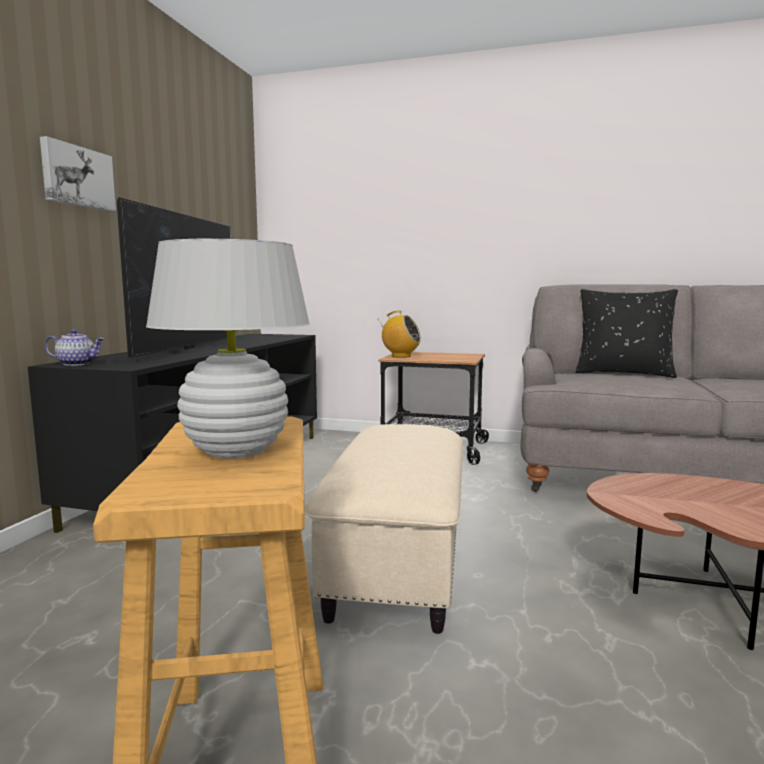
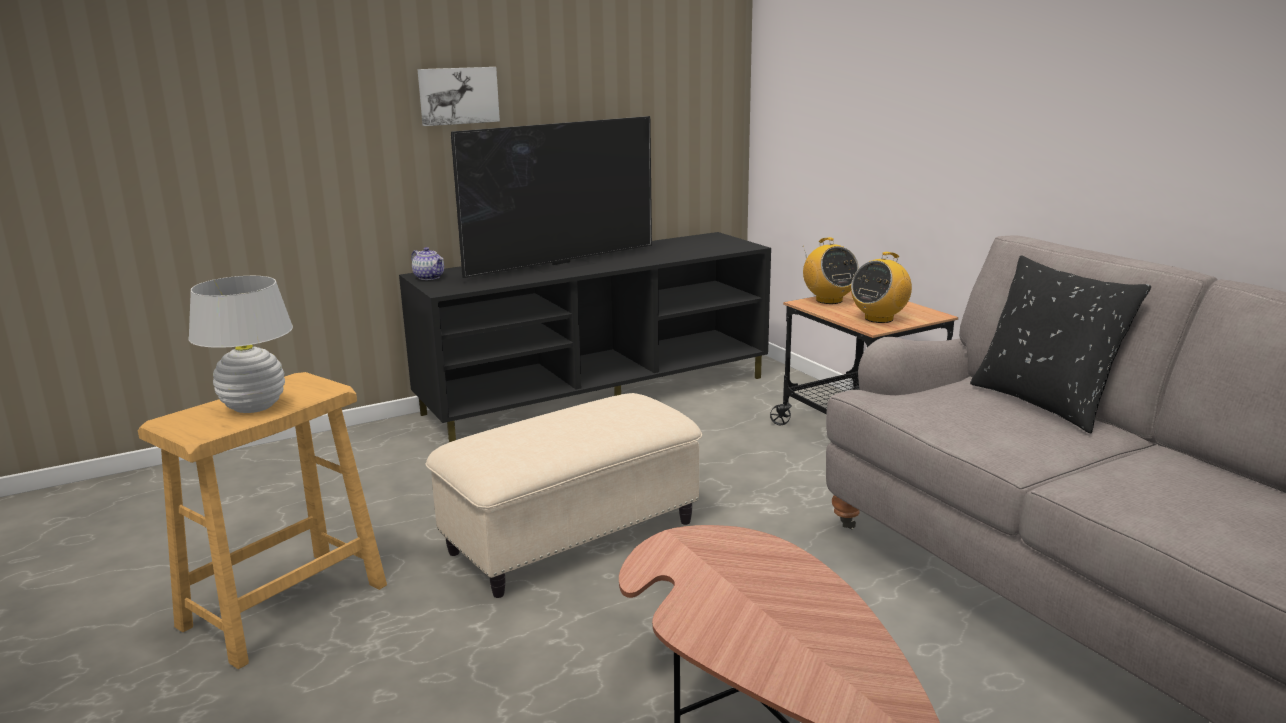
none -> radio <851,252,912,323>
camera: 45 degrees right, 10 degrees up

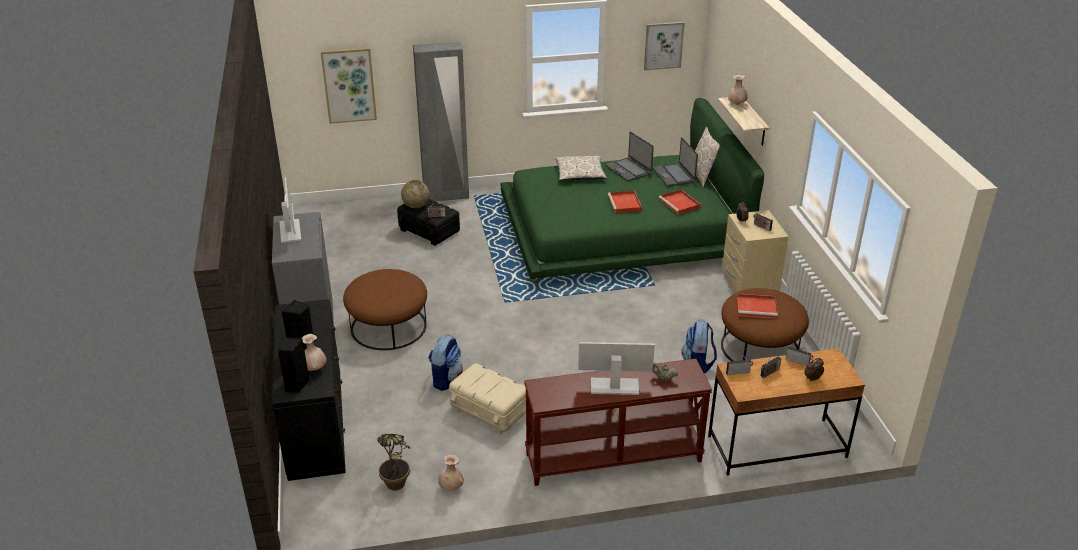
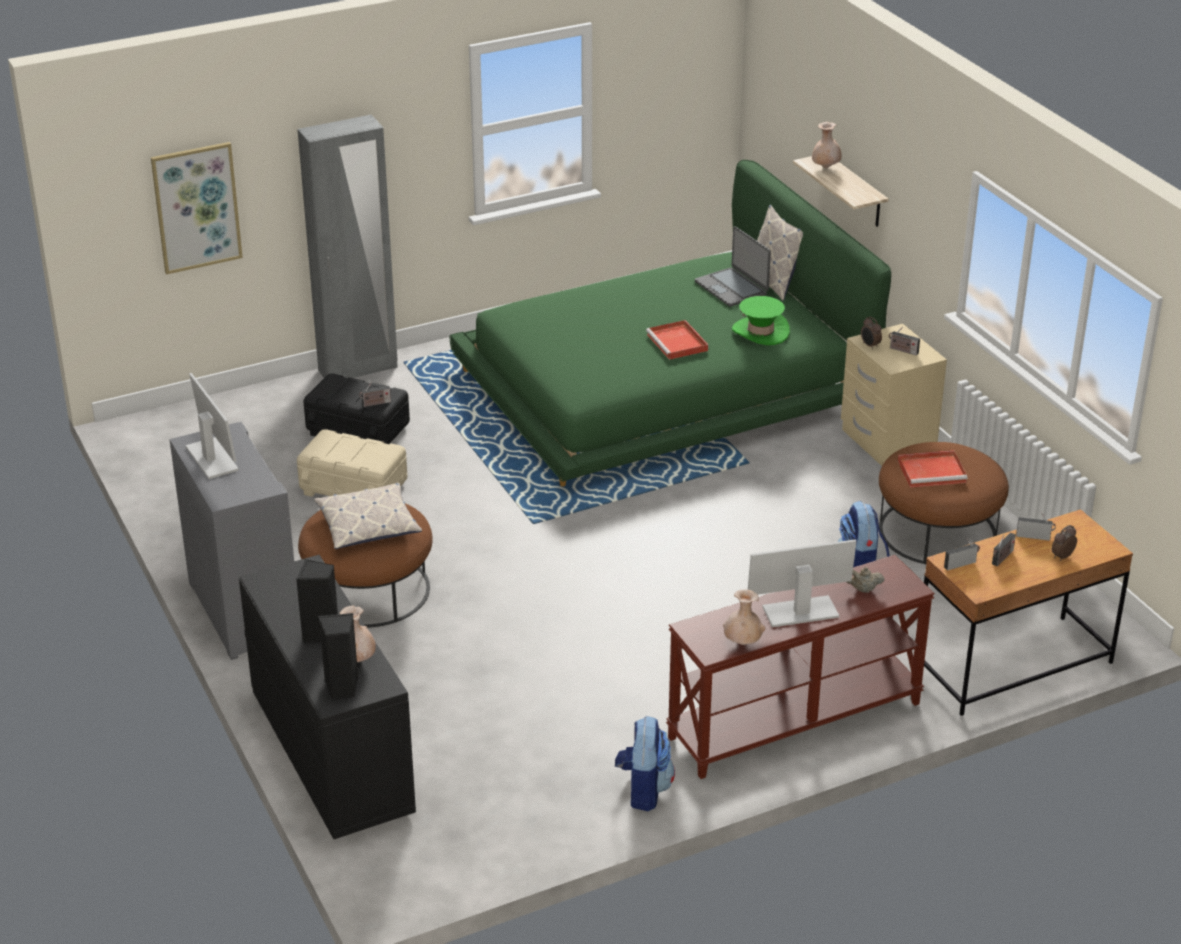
potted plant <377,434,410,491> -> none
globe <401,180,430,208> -> none
backpack <428,335,463,391> -> backpack <615,716,675,811>, move
vase/beige <438,455,464,491> -> vase/beige <723,589,765,645>, move
storage box/beige <449,363,526,434> -> storage box/beige <297,429,407,497>, move
pillow <555,155,607,180> -> pillow <314,483,422,549>, move
laptop <606,132,654,181> -> none
picture <644,22,685,70> -> none
tray/red <659,189,701,215> -> hat/green <732,296,790,345>
camera: 15 degrees left, 0 degrees up

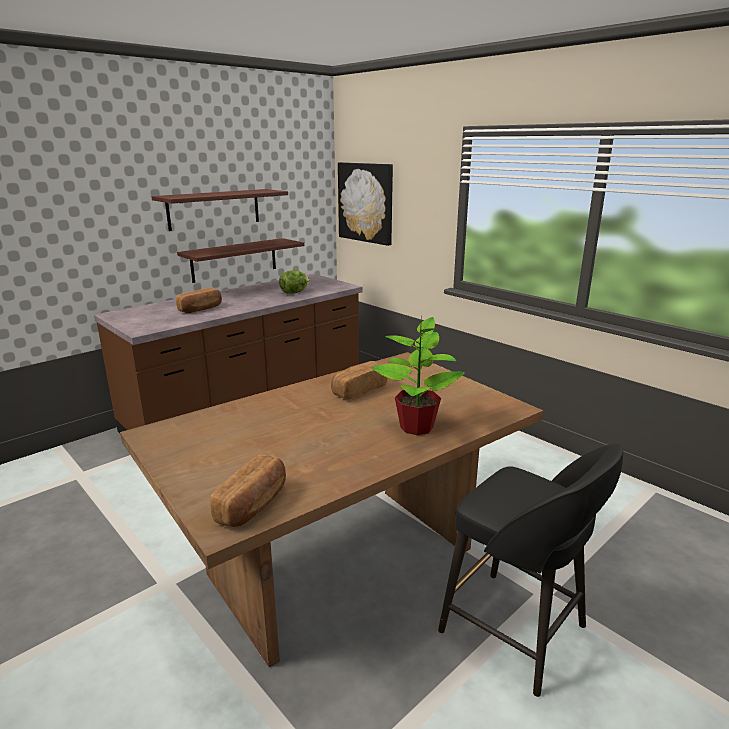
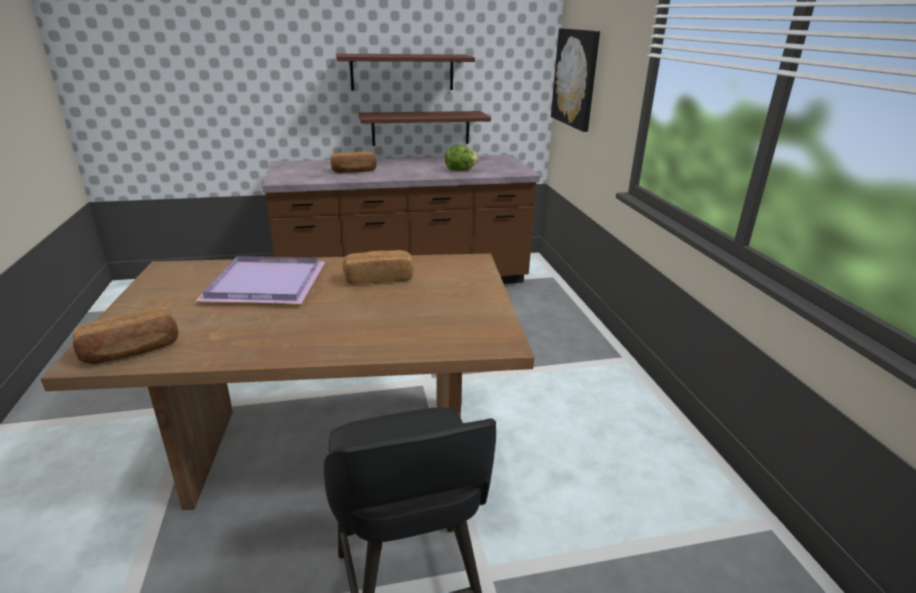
potted plant <371,317,465,435> -> none
none -> tray/purple <196,256,325,305>
camera: 30 degrees right, 5 degrees up

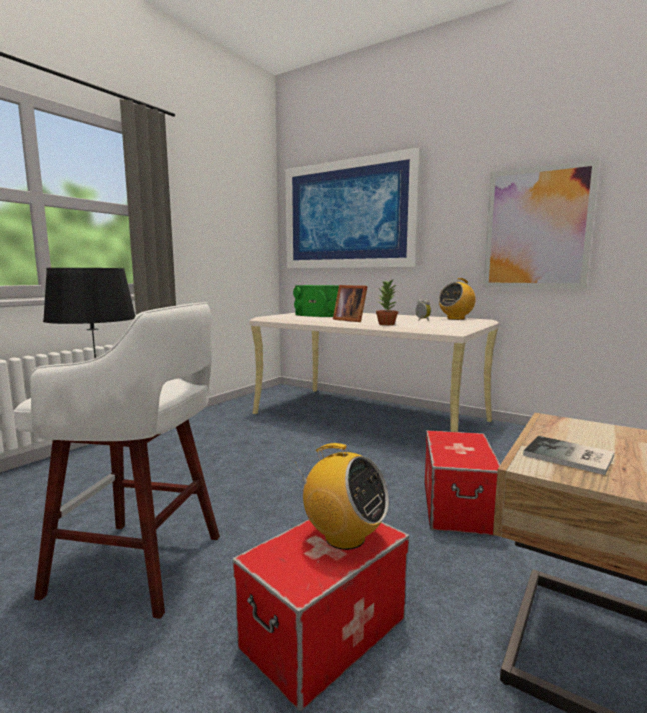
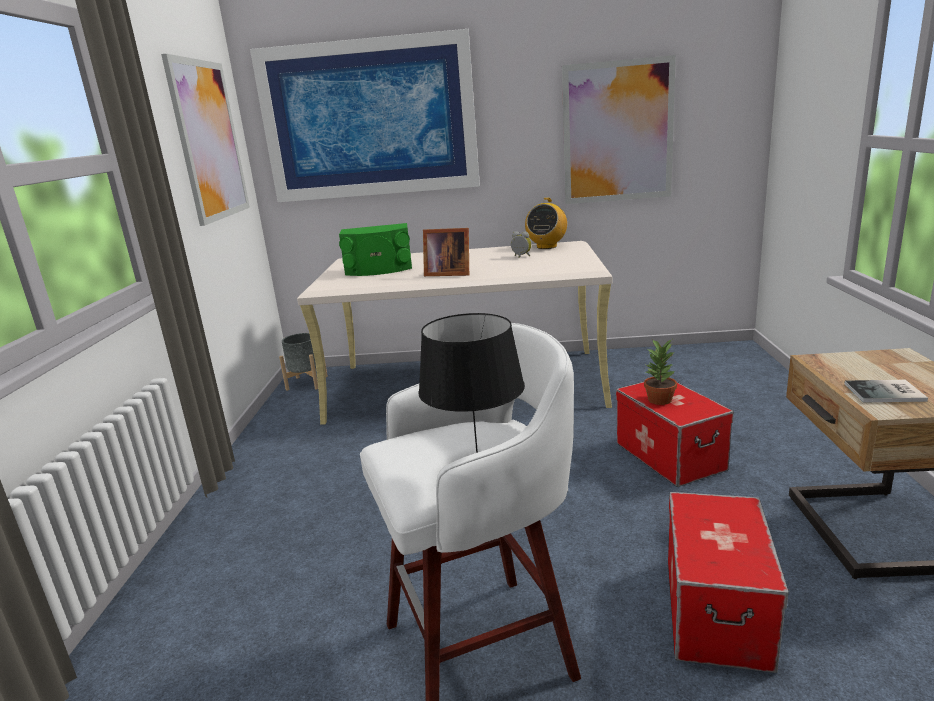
radio <295,443,389,550> -> none
potted plant <376,280,398,325> -> potted plant <644,339,677,405>, move
none -> picture <161,54,250,226>
none -> planter/grey <279,333,328,391>
camera: 30 degrees left, 10 degrees up

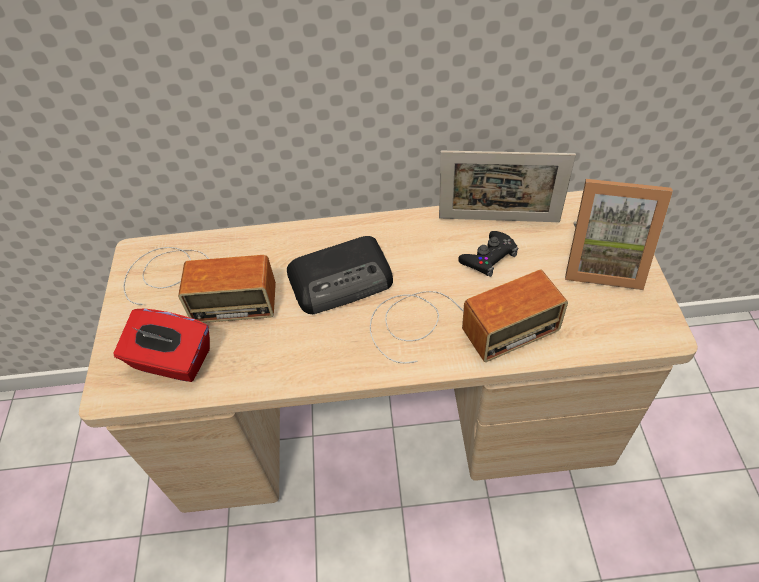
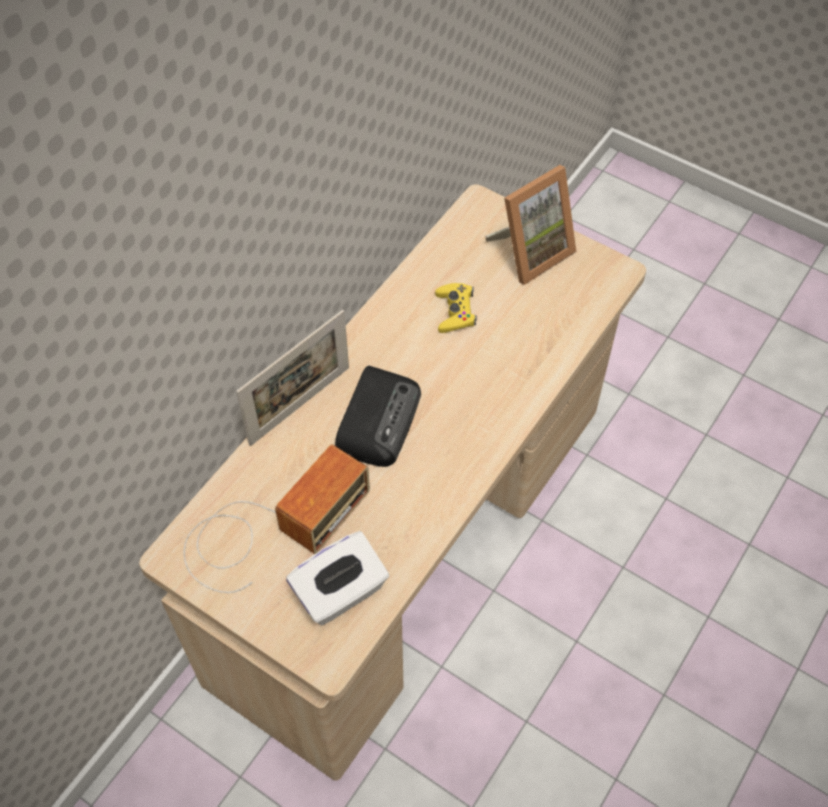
tissue box/red <113,308,210,382> -> tissue box/white <286,531,389,626>
radio <370,270,568,363> -> none
picture frame <439,151,576,222> -> picture frame <236,310,349,446>, move
game controller/black <458,231,518,277> -> game controller/yellow <435,283,477,333>
camera: 55 degrees left, 5 degrees up

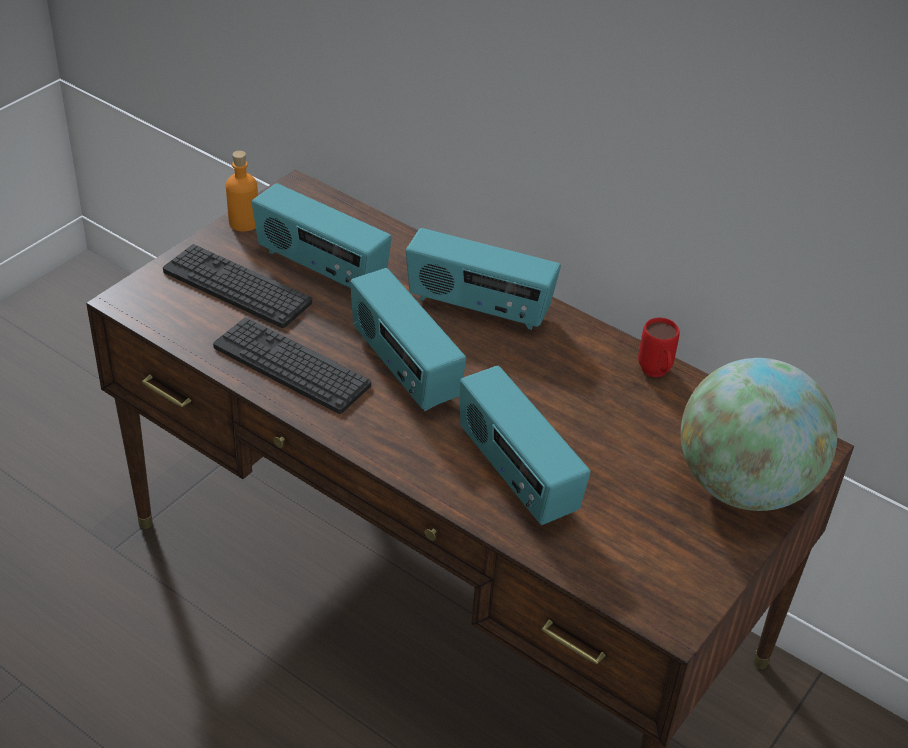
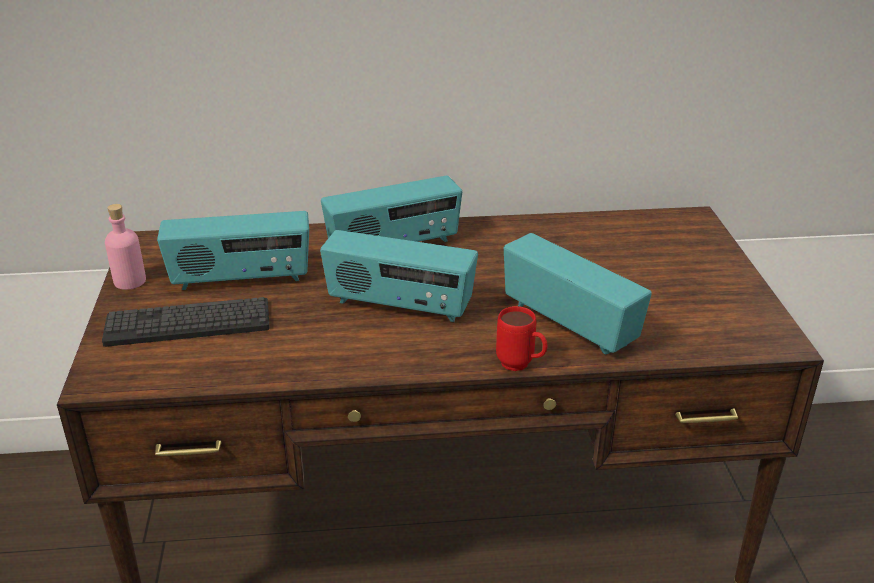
keyboard <213,317,371,414> -> none
bottle/orange <226,150,258,231> -> bottle/pink <105,204,146,290>
radio <460,366,590,525> -> radio <504,233,652,355>, 150 degrees counterclockwise
mug/red <638,318,680,377> -> mug/red <496,306,548,371>, move
globe <681,358,837,511> -> none
camera: 40 degrees left, 10 degrees down

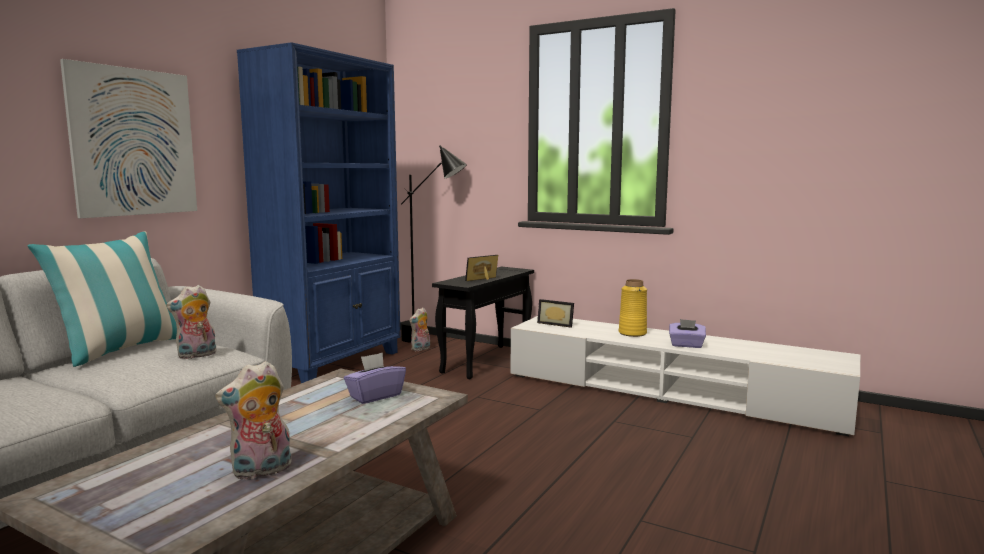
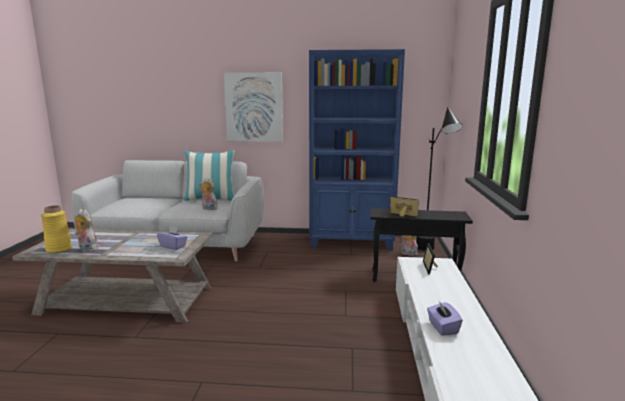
vase/yellow <619,279,647,337> -> vase/yellow <41,205,72,253>, move
camera: 65 degrees right, 5 degrees up

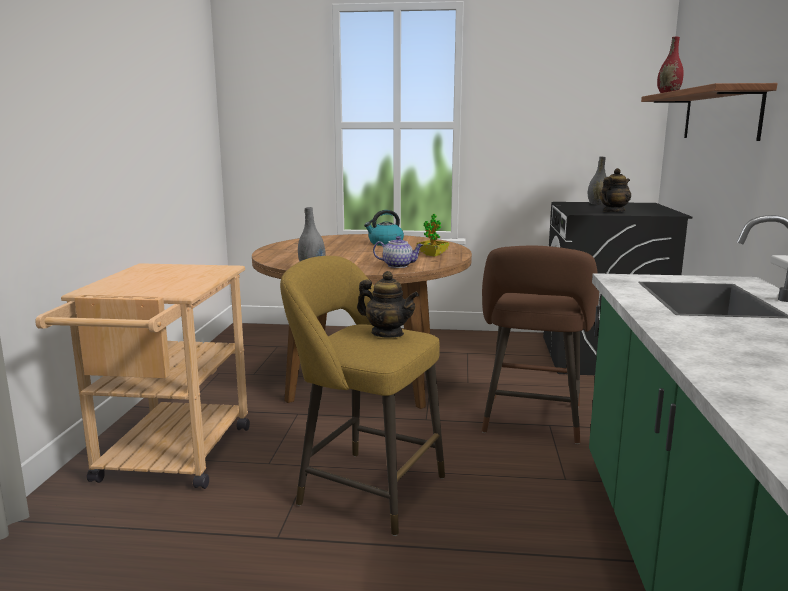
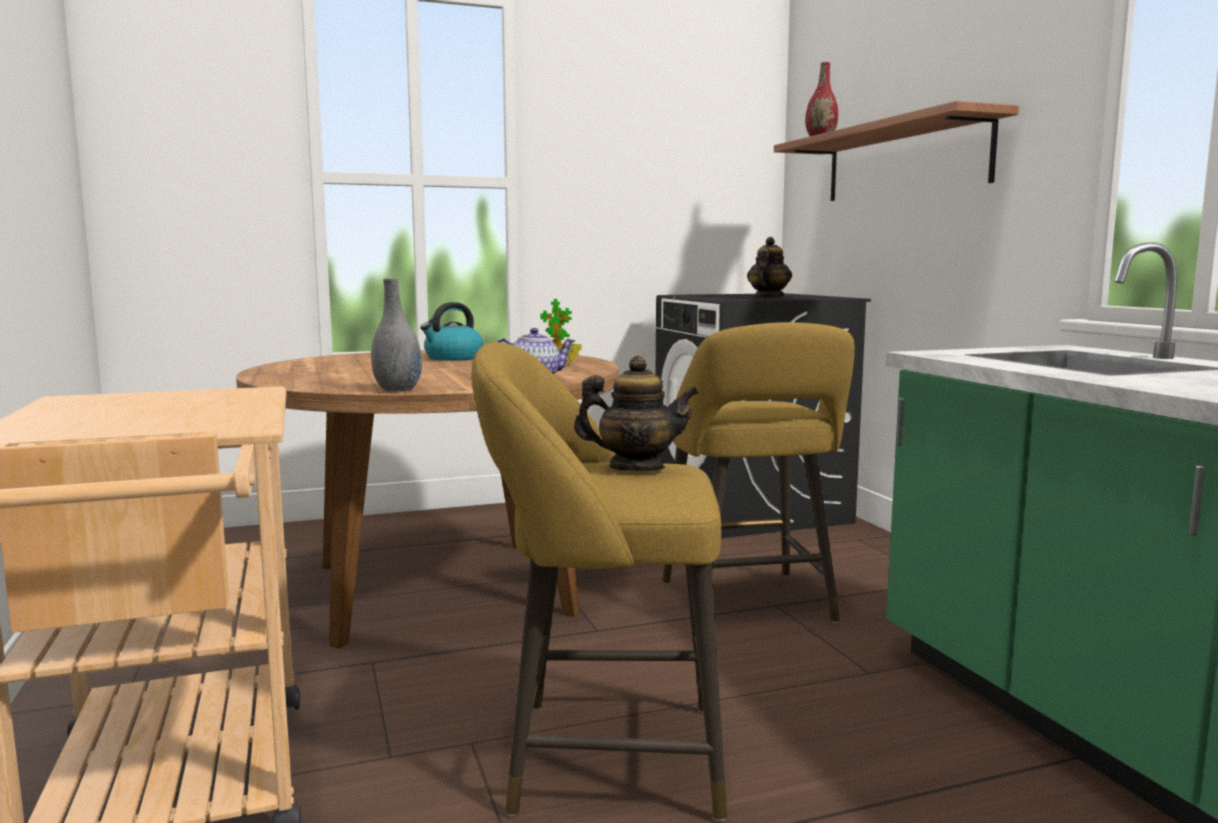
stool/brown <482,246,599,444> -> stool/yellow <663,322,855,623>
vase/grey <588,156,607,205> -> none
camera: 25 degrees left, 5 degrees down

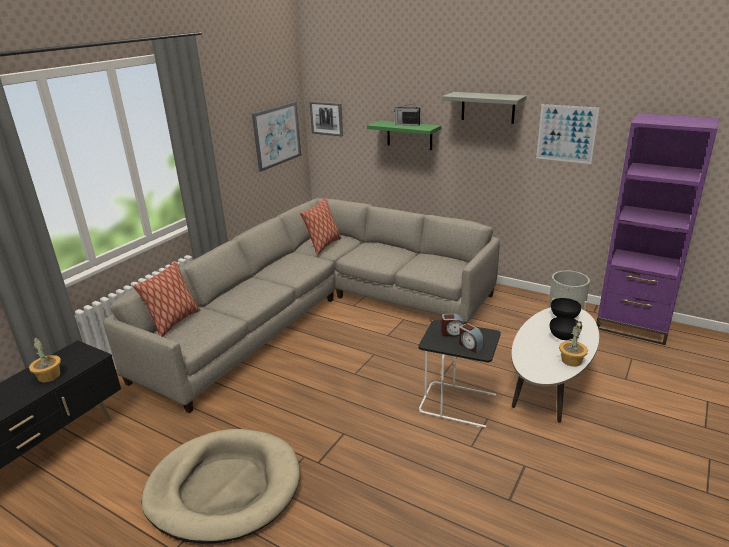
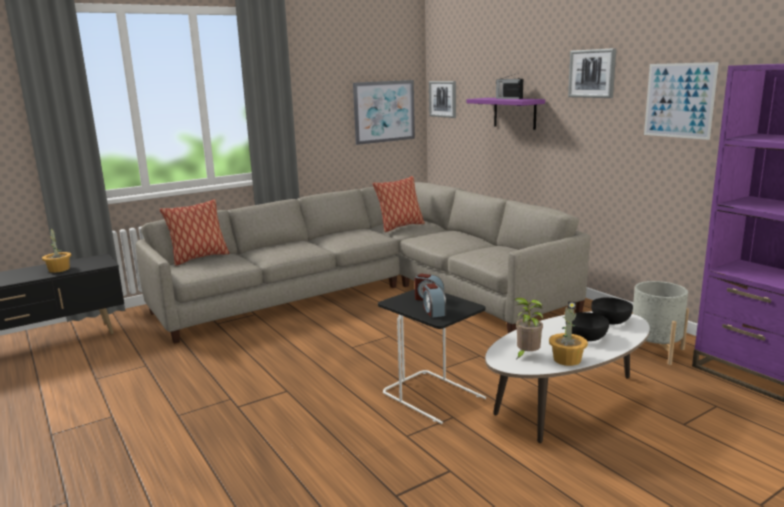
dog bed/beige <141,429,300,544> -> none
shelf/green <367,120,441,150> -> shelf/purple <467,98,545,130>
shelf/grey <442,92,527,124> -> picture <568,48,616,98>
none -> potted plant <515,298,543,359>
camera: 25 degrees right, 10 degrees down

